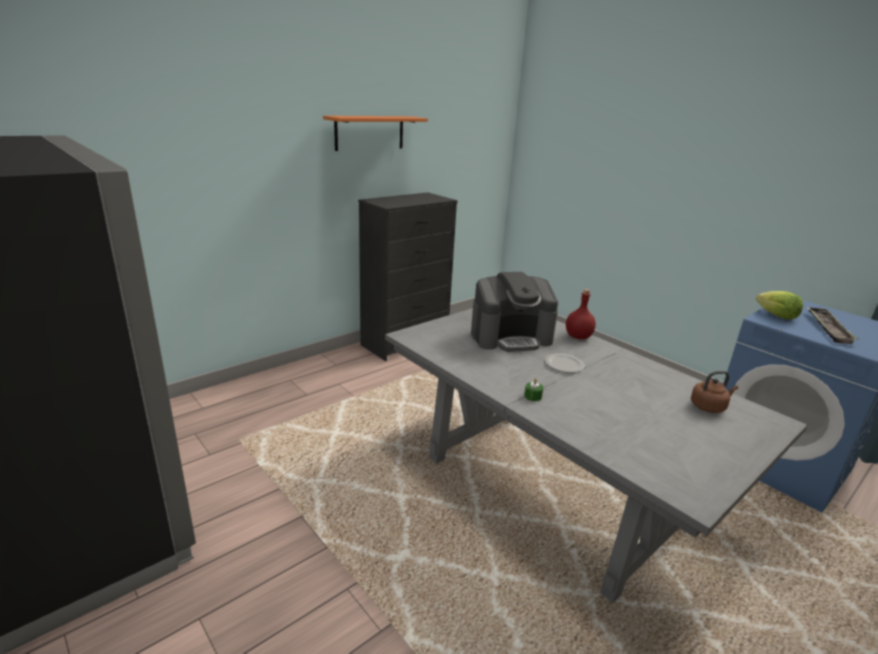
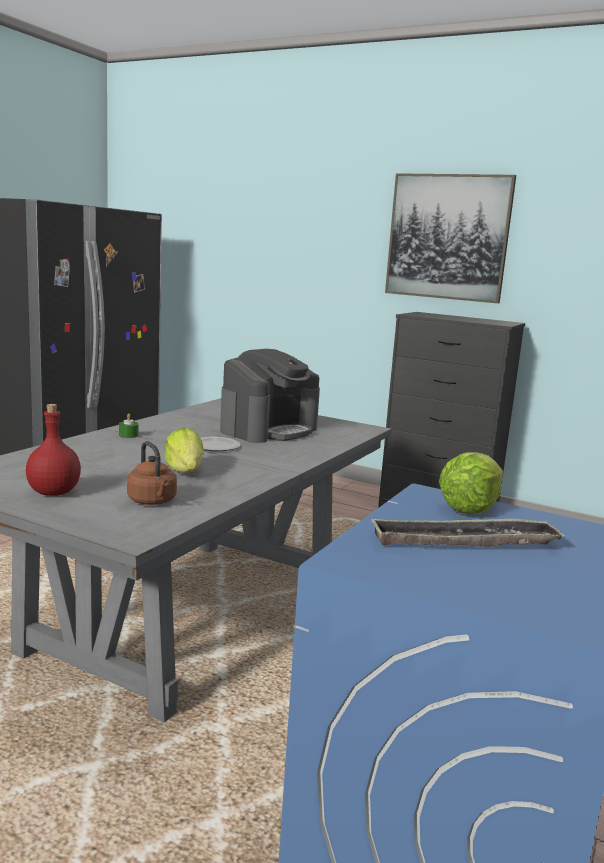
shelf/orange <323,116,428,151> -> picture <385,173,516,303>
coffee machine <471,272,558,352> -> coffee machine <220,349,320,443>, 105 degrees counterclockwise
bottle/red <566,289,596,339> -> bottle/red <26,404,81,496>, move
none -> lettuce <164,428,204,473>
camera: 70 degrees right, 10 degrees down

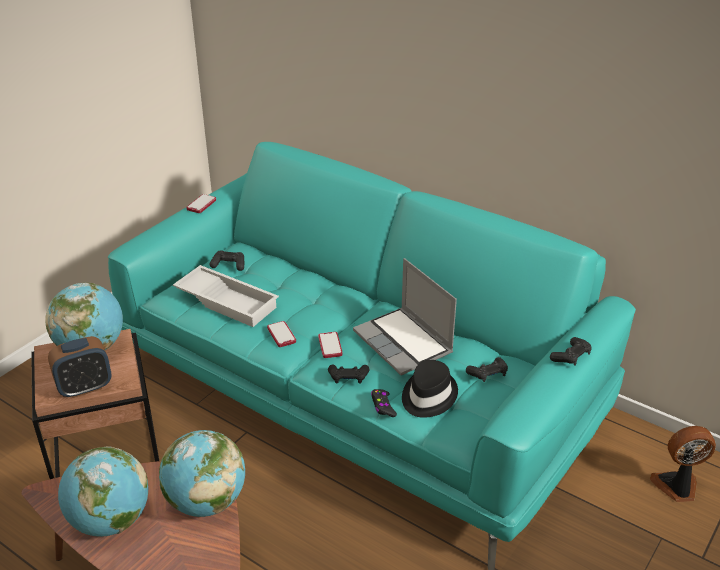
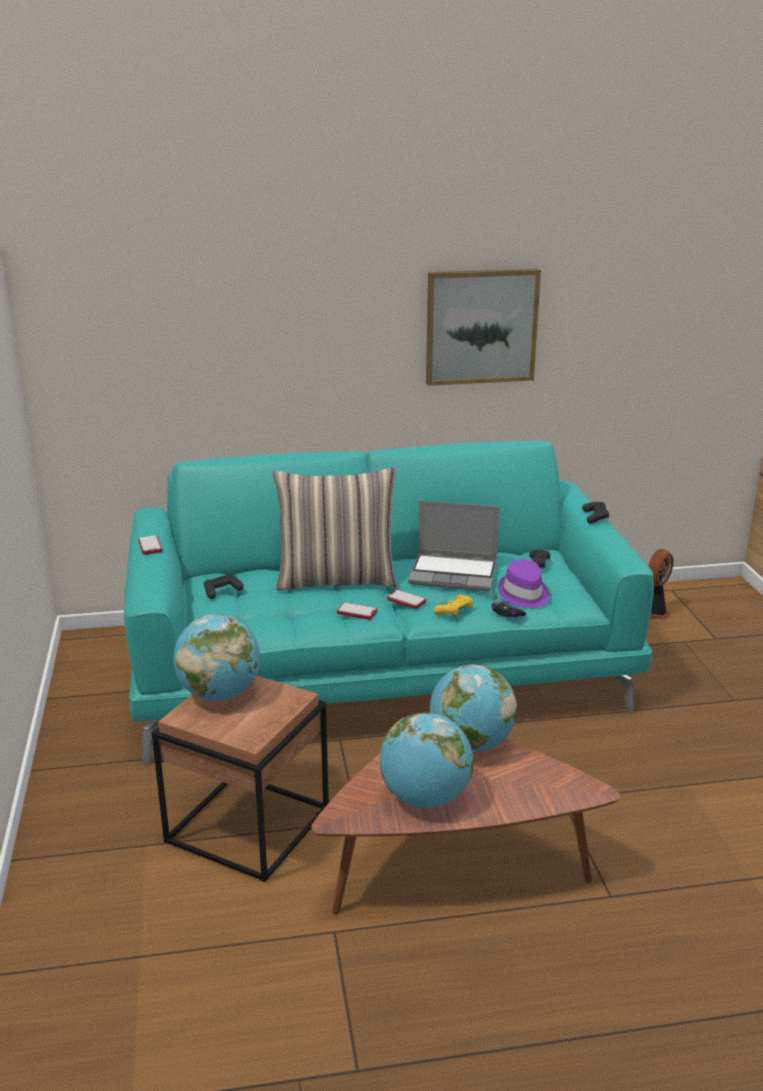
alarm clock <48,336,111,398> -> none
tray/white <173,265,279,327> -> none
game controller/black <328,365,370,384> -> game controller/yellow <434,595,473,616>
hat/black <402,360,458,418> -> hat/purple <498,559,549,608>
none -> pillow <273,467,397,591>
none -> picture <426,269,541,386>
camera: 45 degrees left, 10 degrees down

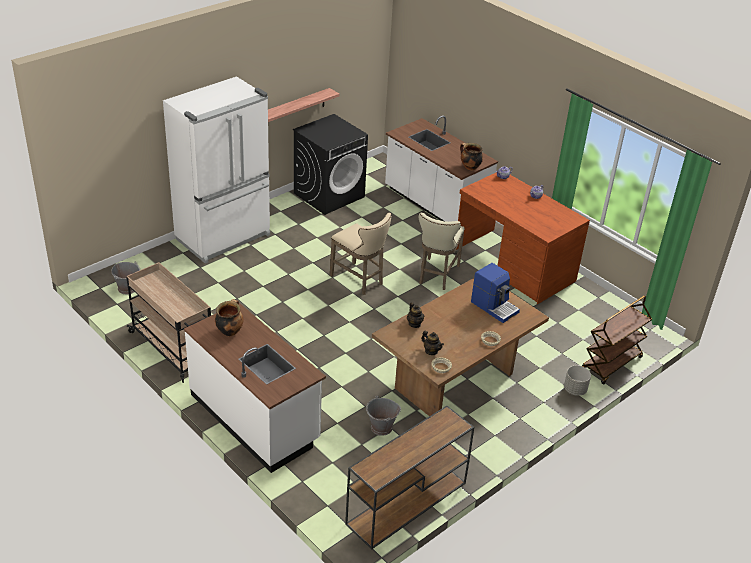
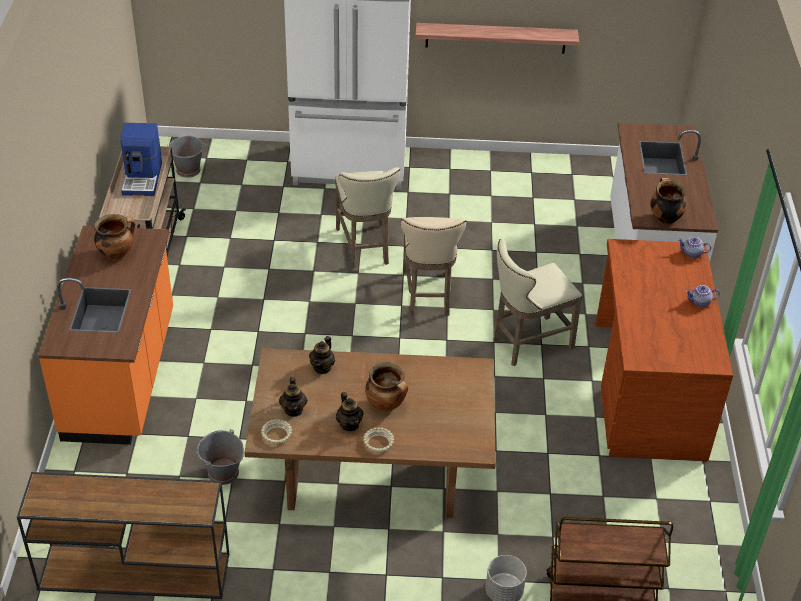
counter/white <184,303,326,473> -> counter/orange <38,226,173,445>
washing machine/black <293,114,368,215> -> none
coffee machine <471,263,520,323> -> coffee machine <120,123,162,196>, move
none -> stool/beige <335,167,400,268>
none -> teapot <336,392,363,431>
none -> cooking pot <365,362,408,412>
camera: 45 degrees right, 5 degrees up

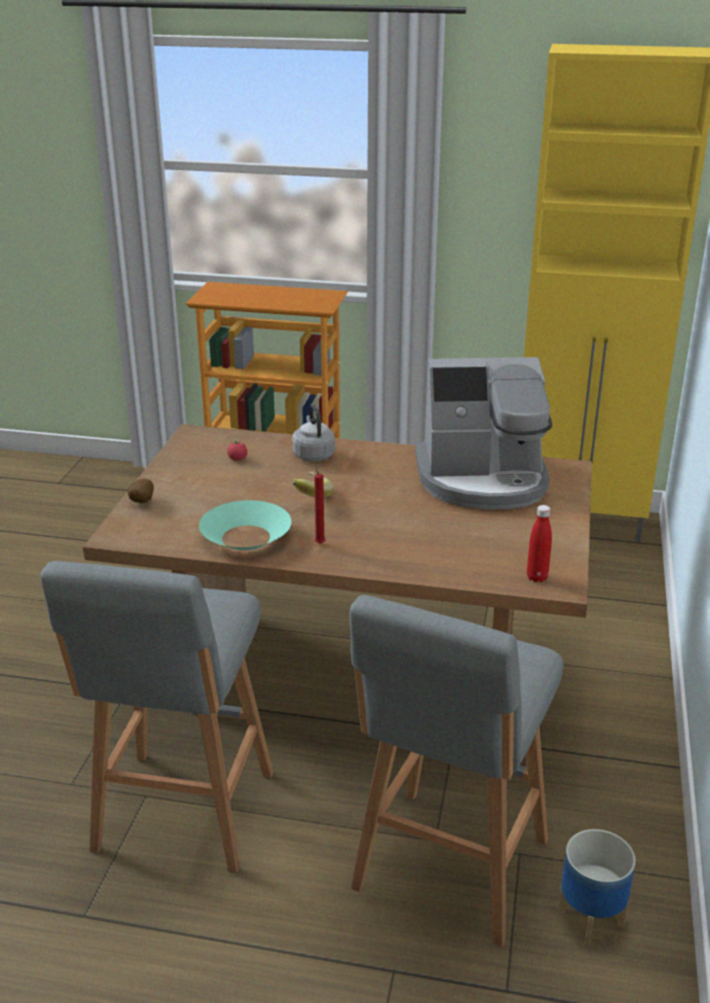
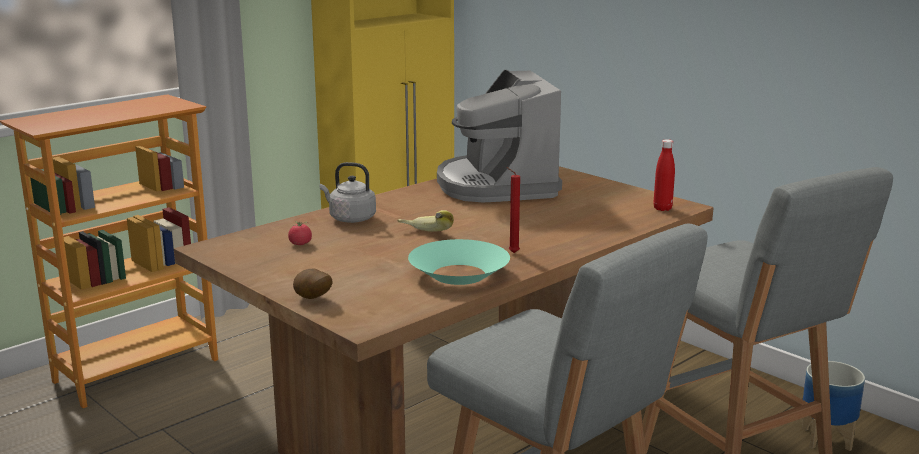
coffee machine <415,357,552,510> -> coffee machine <437,70,562,202>, 135 degrees clockwise
camera: 55 degrees left, 10 degrees down

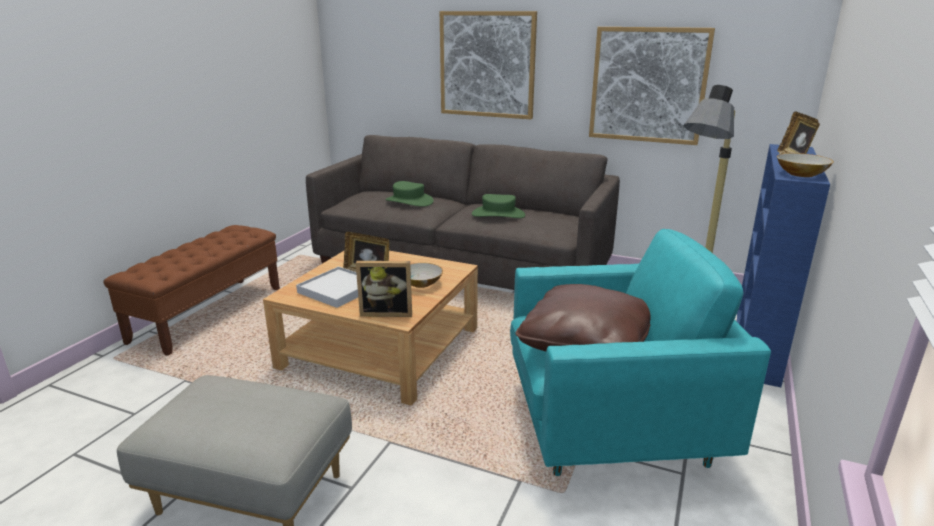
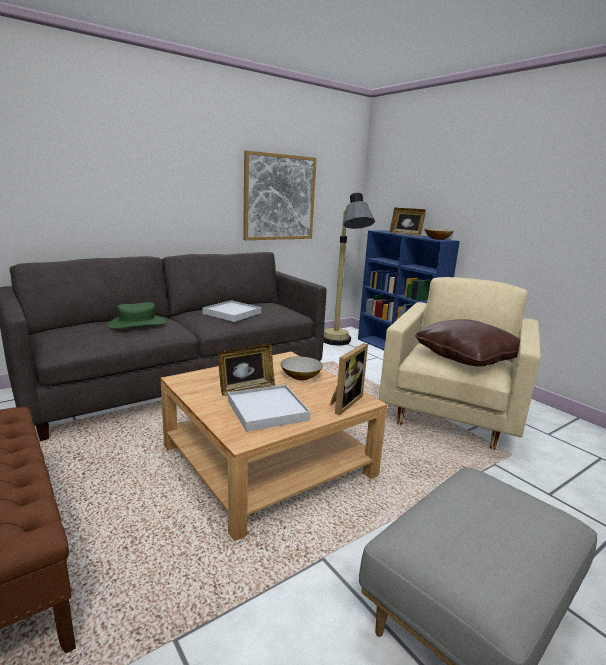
picture <440,11,537,119> -> none
hat/green <472,194,525,218> -> tray/white <202,300,261,322>
armchair/turquoise <510,229,771,476> -> armchair/beige <379,277,541,450>
camera: 60 degrees left, 5 degrees down

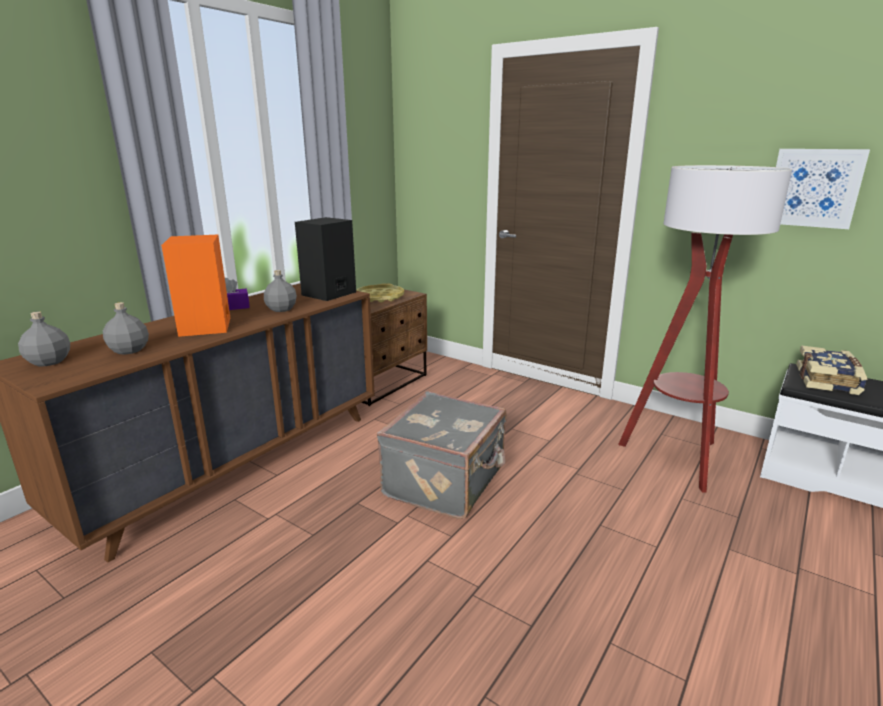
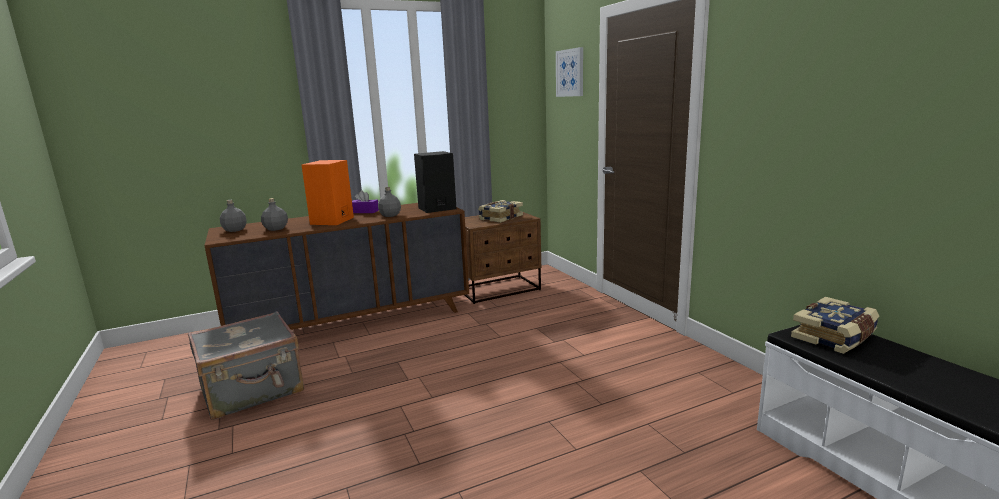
tray/yellow <356,283,404,303> -> book <478,200,523,223>
suitcase/grey <377,391,506,519> -> suitcase/grey <188,311,304,420>, move
floor lamp <618,165,792,493> -> none
picture <776,149,870,229> -> picture <556,47,583,97>, move
camera: 30 degrees right, 5 degrees down

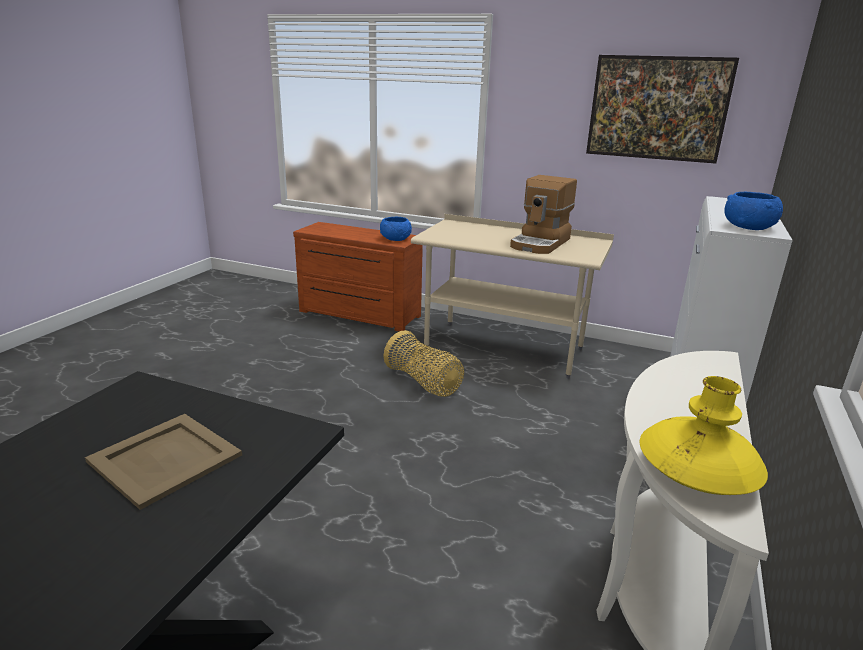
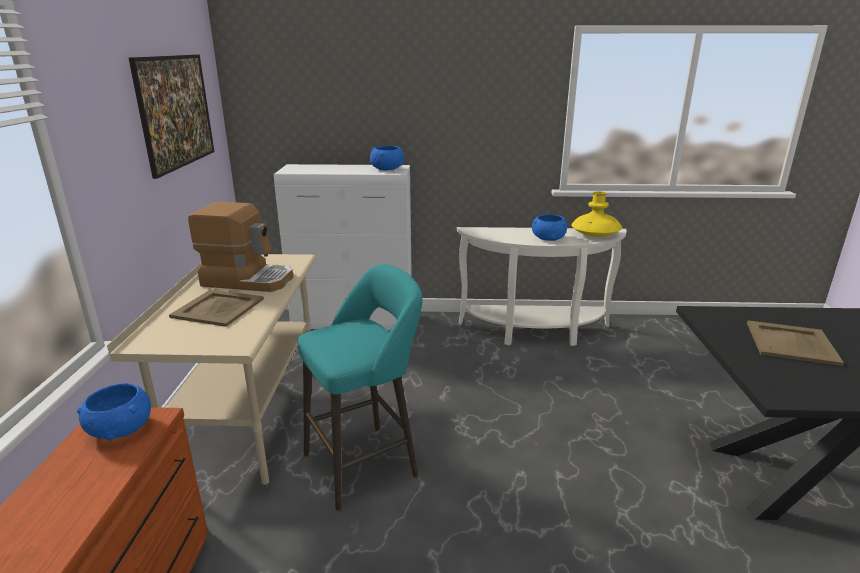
basket <383,330,464,397> -> stool/turquoise <298,264,423,511>
none -> tray/beige <169,289,264,327>
none -> bowl/blue <532,214,567,241>
camera: 110 degrees left, 0 degrees up

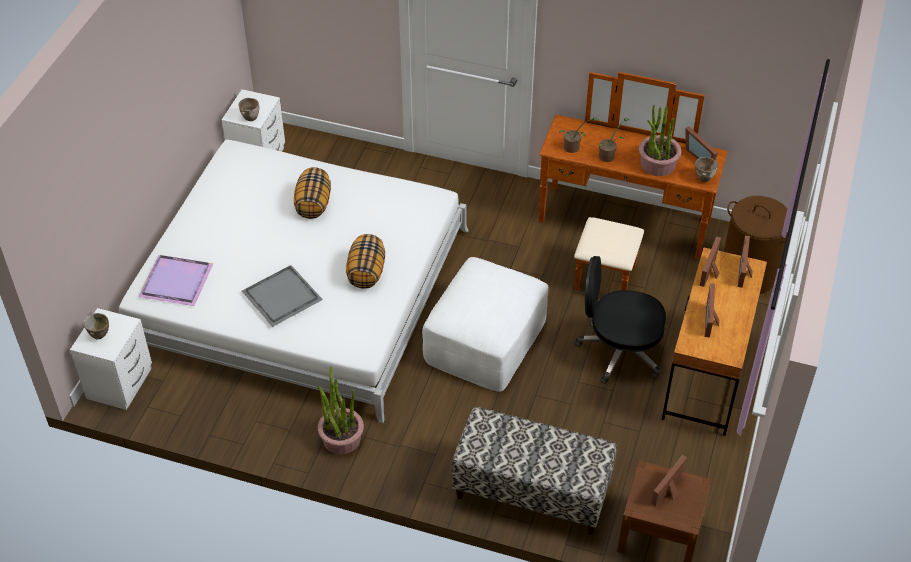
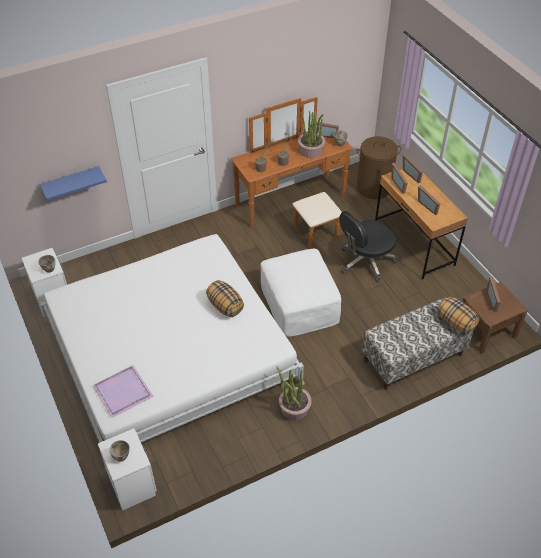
tray/grey <242,265,323,327> -> none
pillow <294,167,331,219> -> pillow <438,297,480,334>, move
none -> shelf/blue <40,166,107,201>
camera: 45 degrees left, 0 degrees up

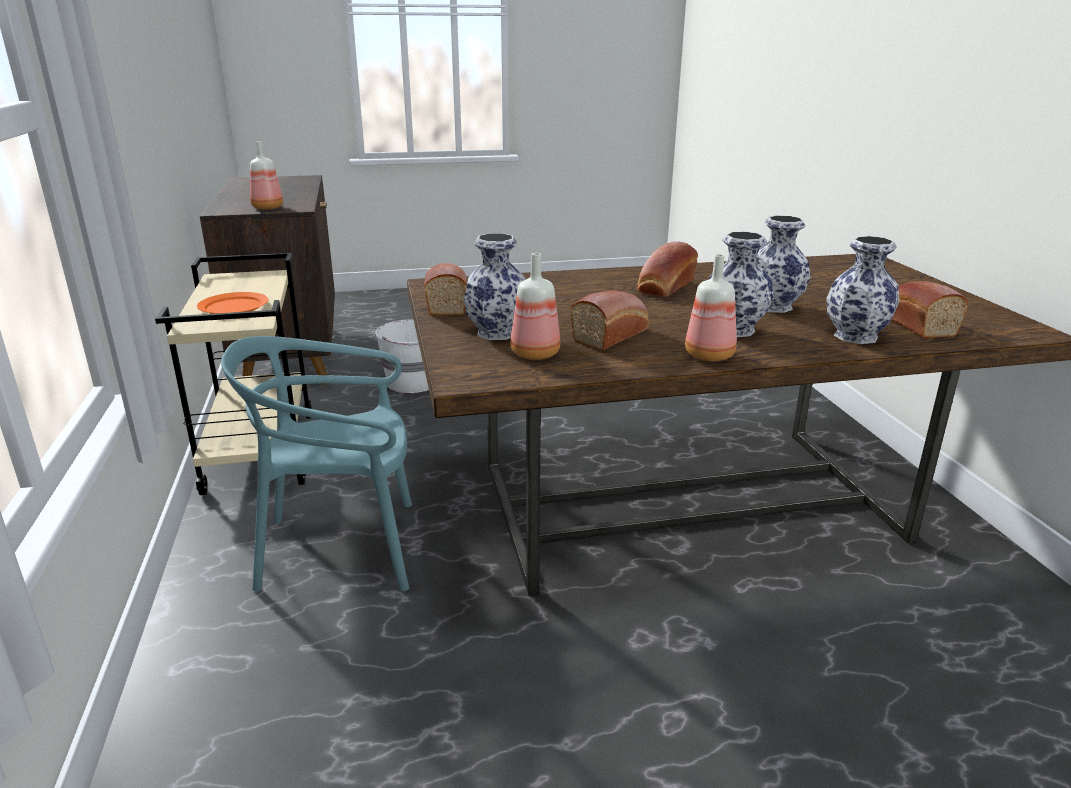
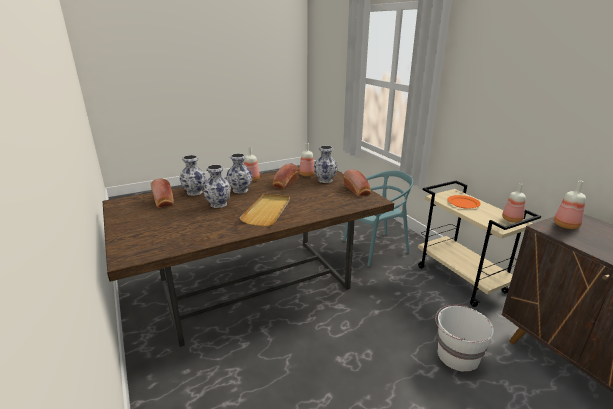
bread <637,241,698,297> -> tray/beige <240,194,290,226>
none -> bottle <502,183,526,223>
camera: 165 degrees right, 0 degrees up

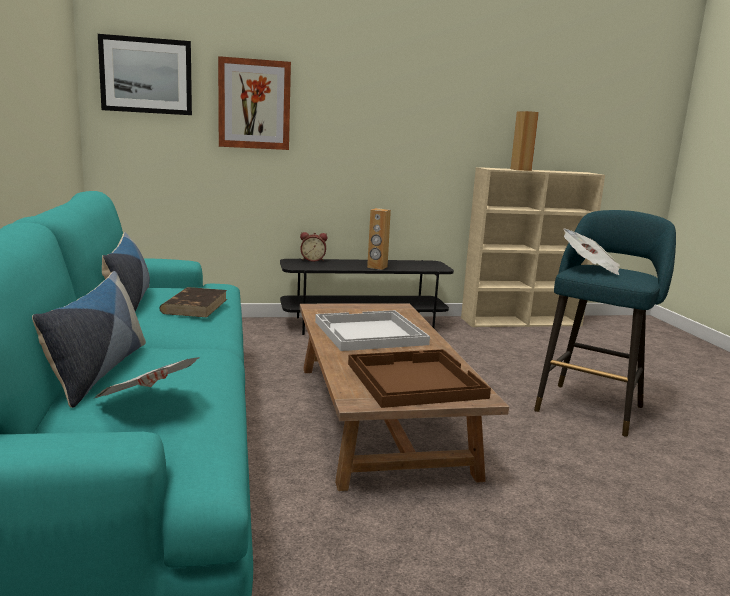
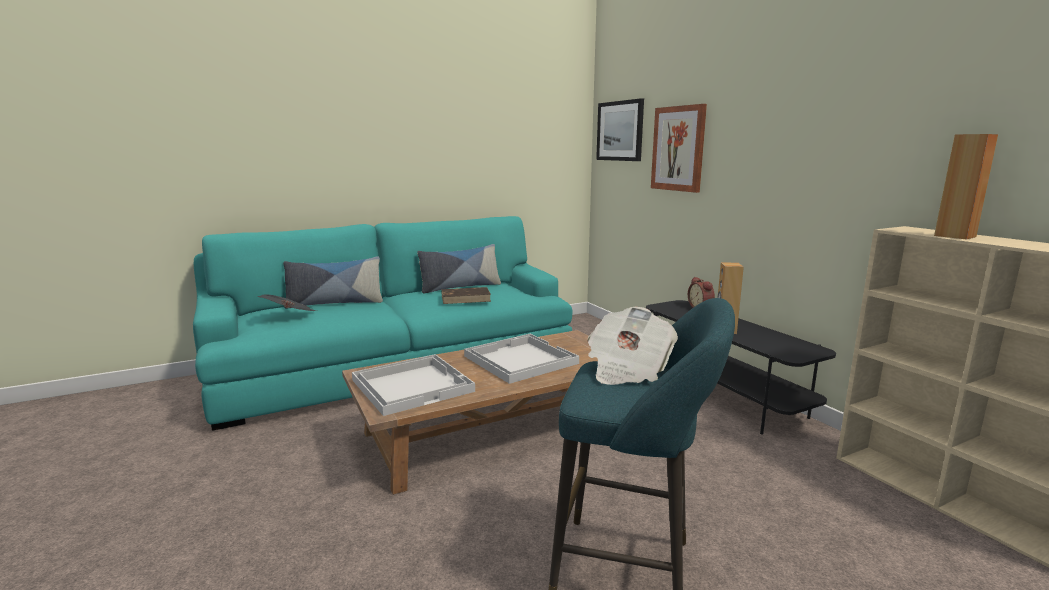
tray/brown <348,349,491,408> -> tray/white <352,354,475,416>
camera: 75 degrees right, 0 degrees up

